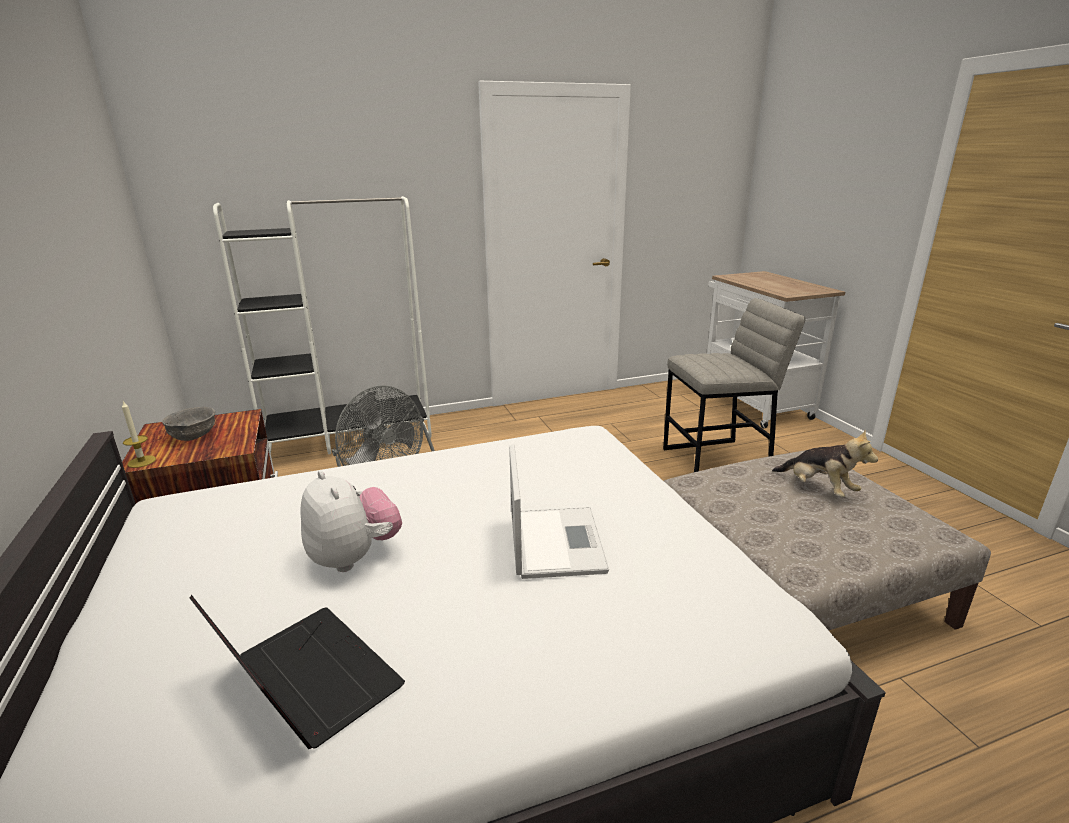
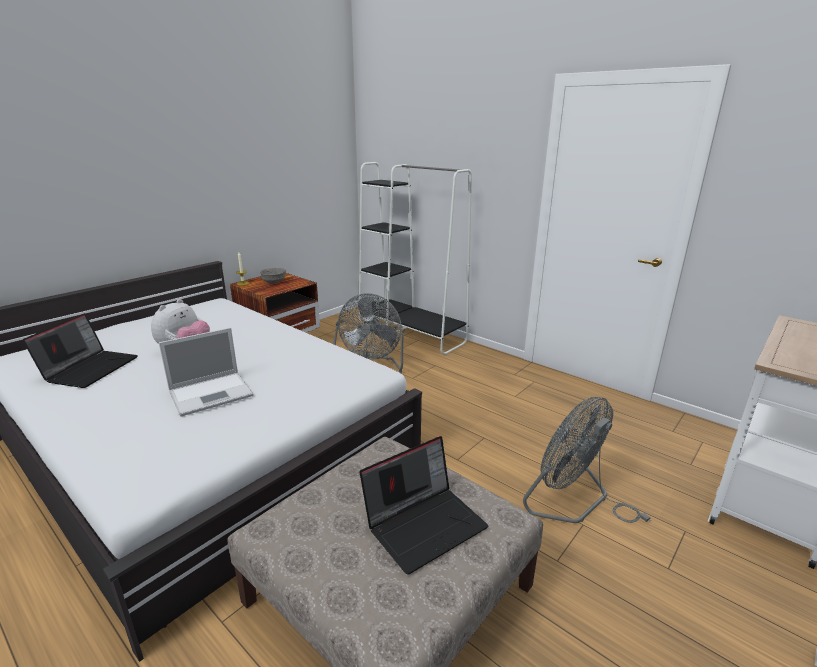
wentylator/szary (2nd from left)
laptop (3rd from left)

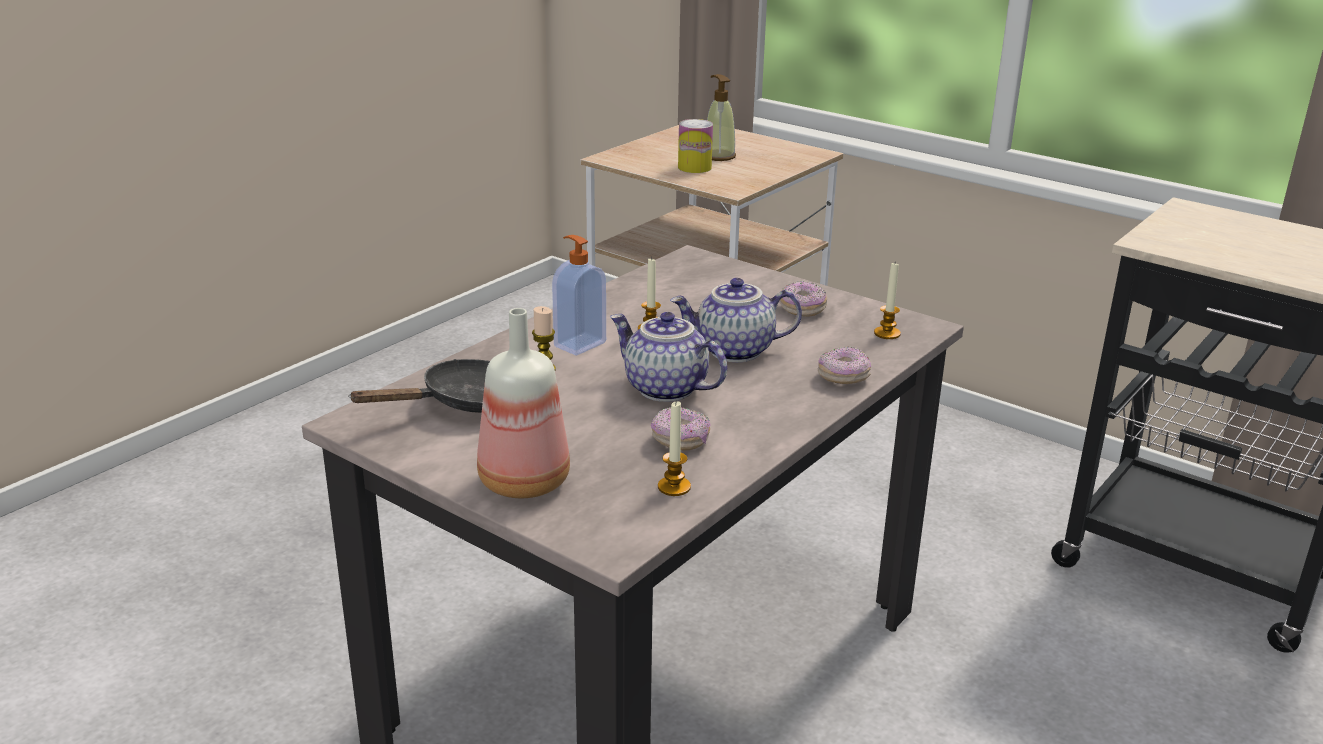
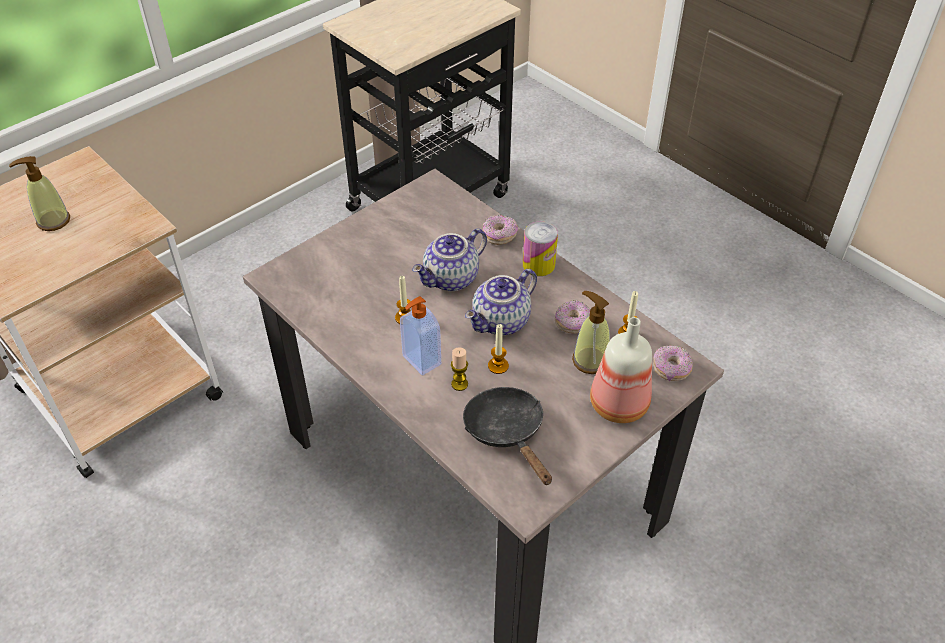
imbryk (1st from left)
puszka
donut (3rd from left)
świeca (3rd from left)
dozownik mydła (3rd from left)

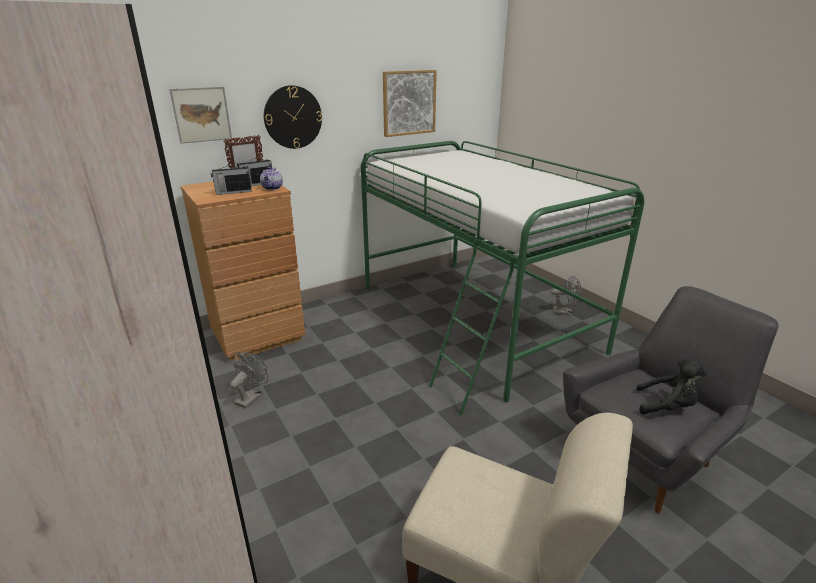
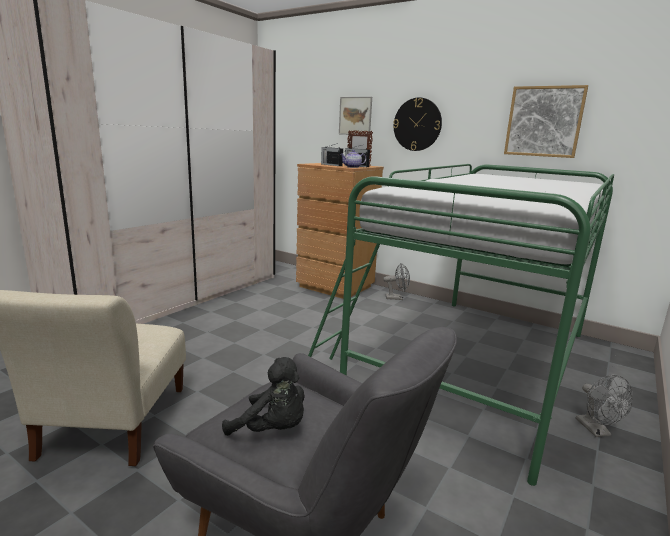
wentylator/szary (1st from left)
pluszak/czarny

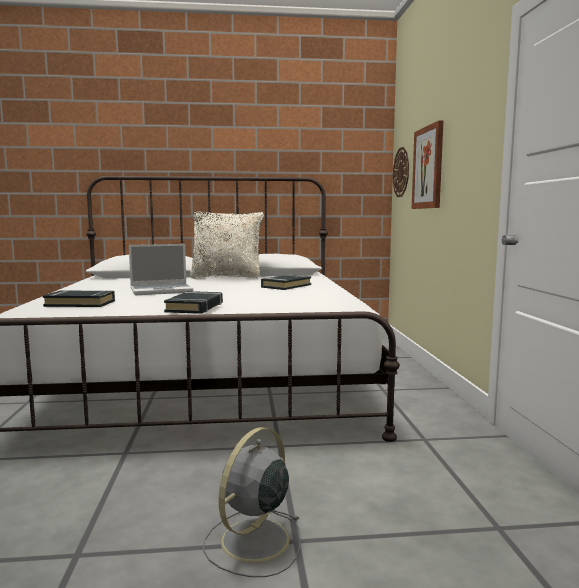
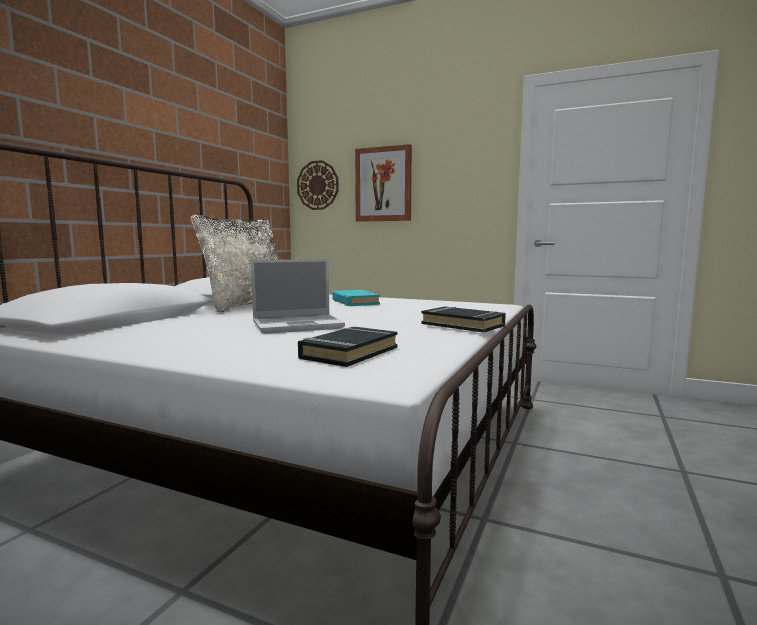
laptop
wentylator/szary
książka/turkusowy

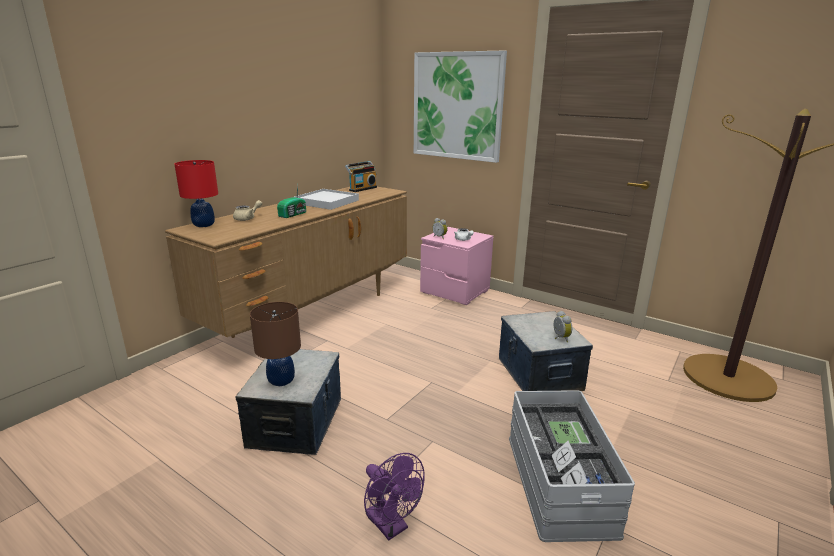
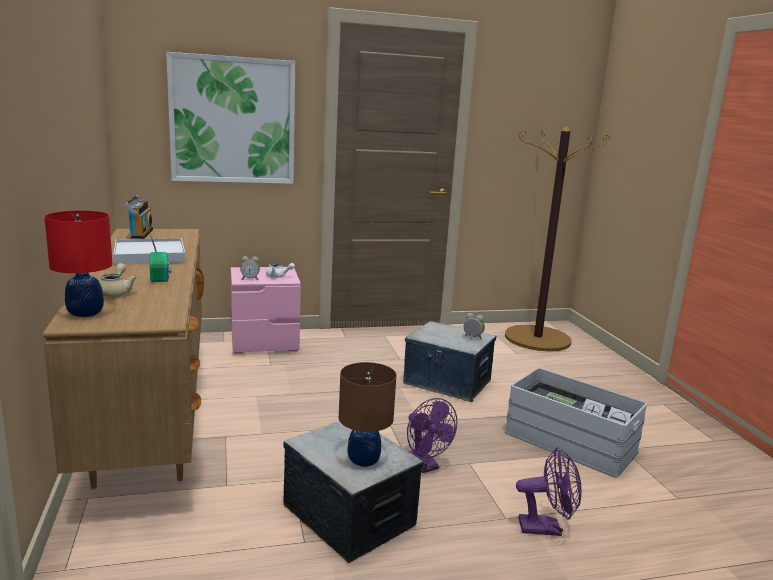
wentylator/fioletowy (1st from left)

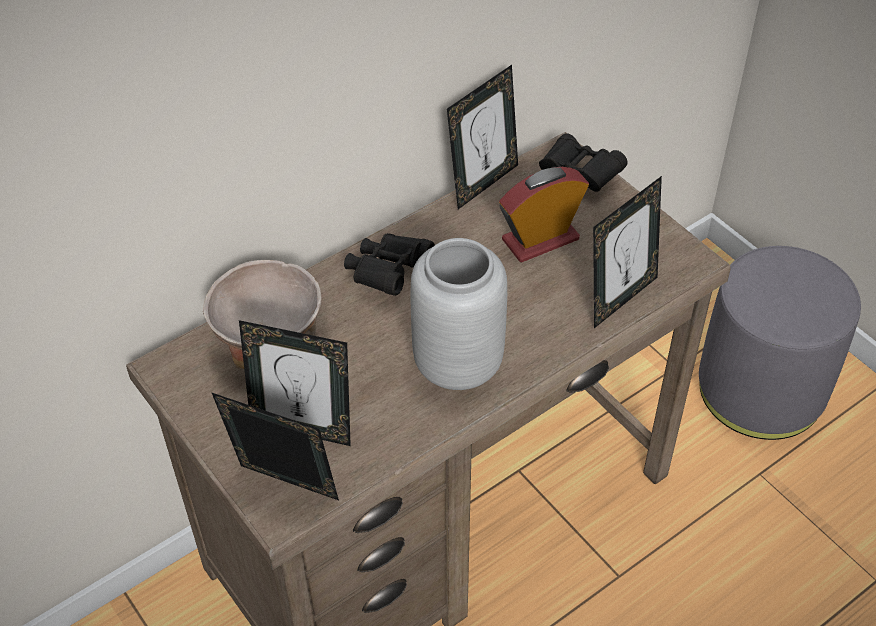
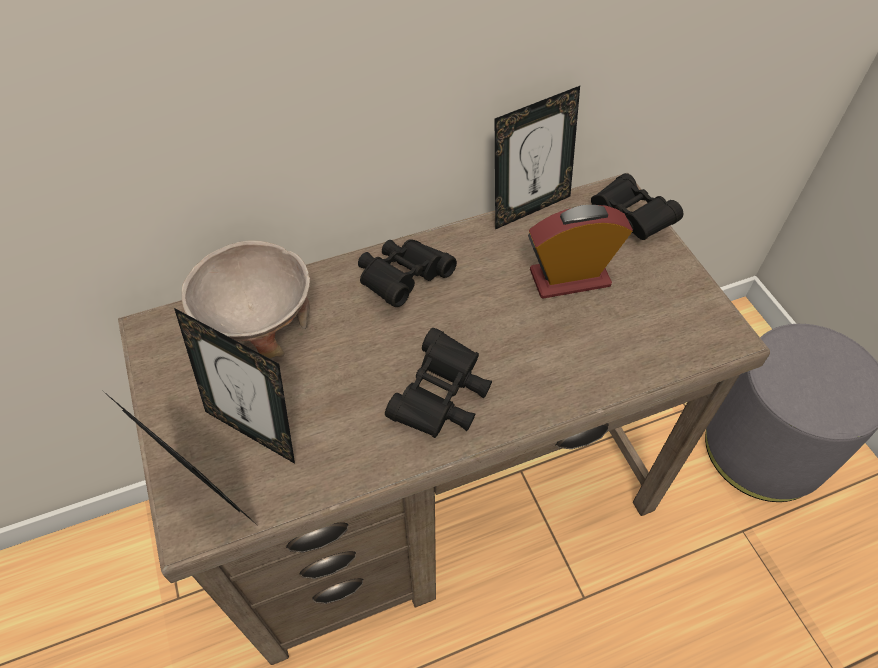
lornetka/czarny (2nd from left)
ramka na zdjęcie (4th from left in the first image)

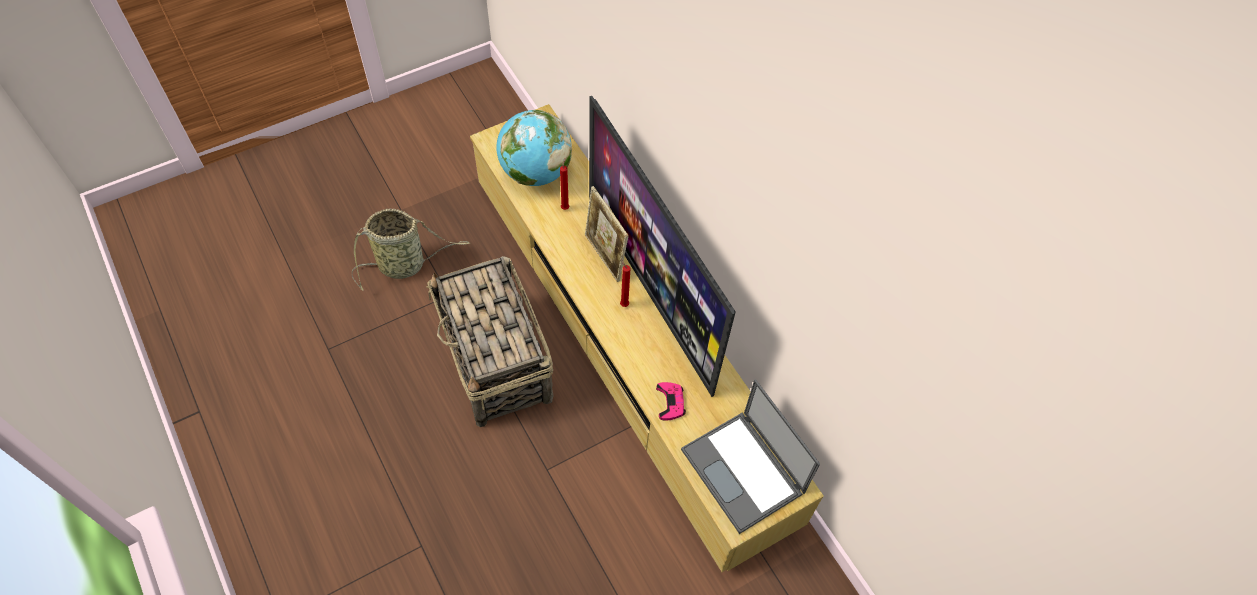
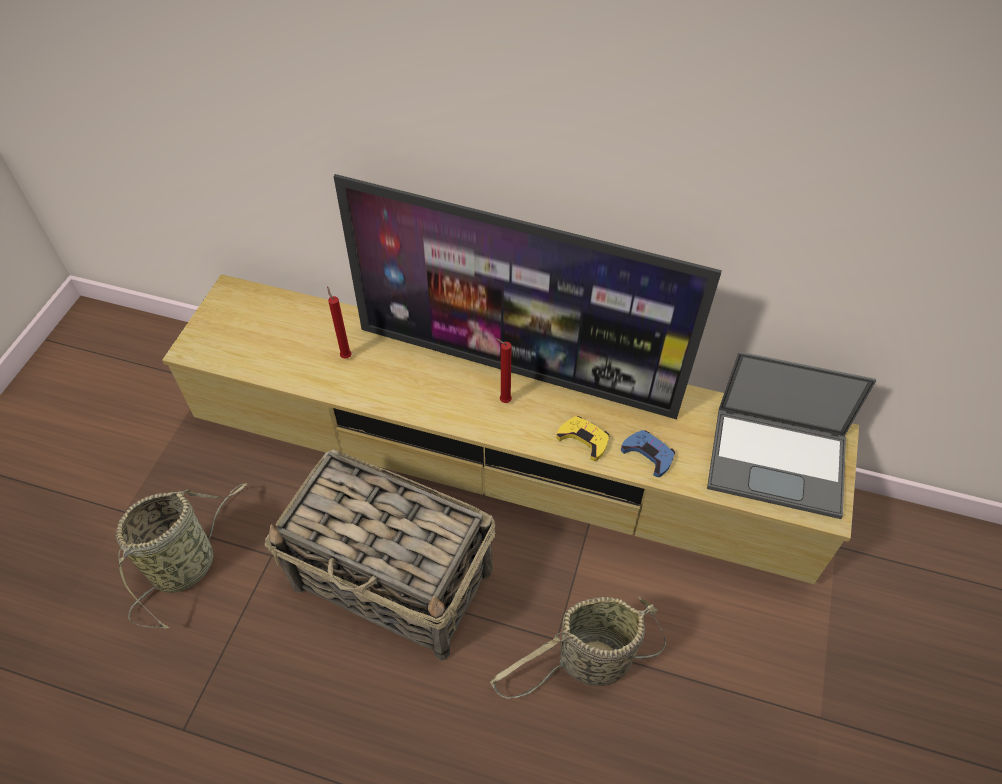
globus
ramka na zdjęcie
pad do gier/niebieski
koszyk (3rd from left)
pad do gier/żółty

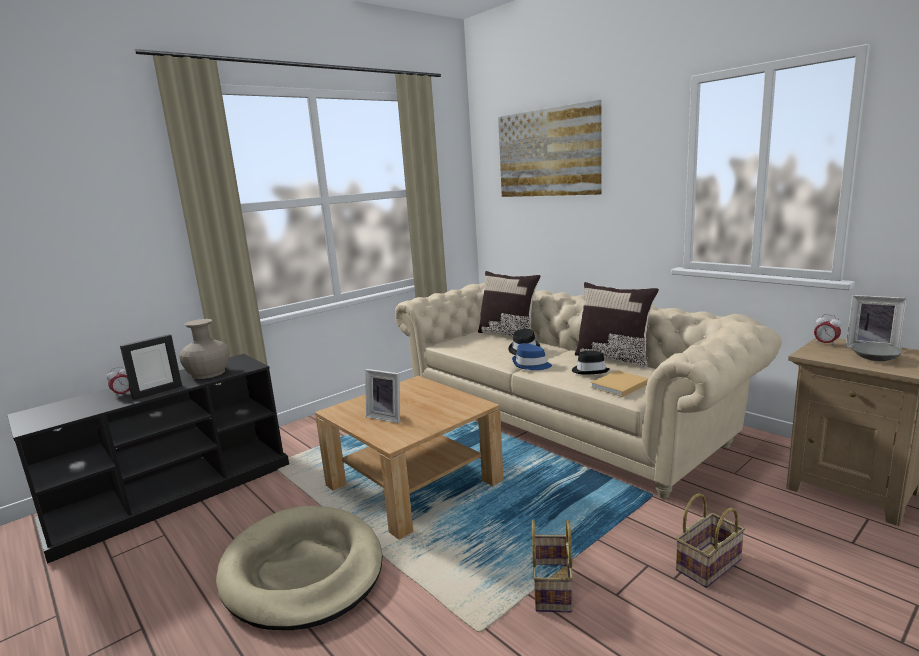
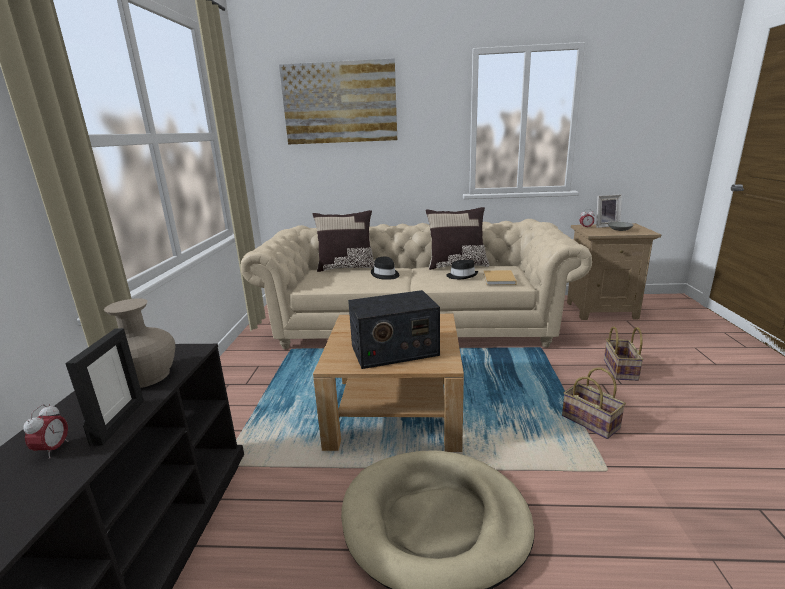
radio
kapelusz/niebieski

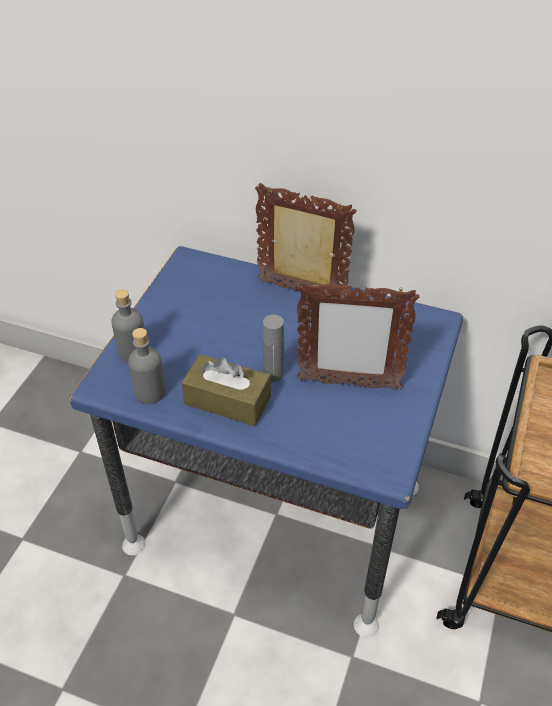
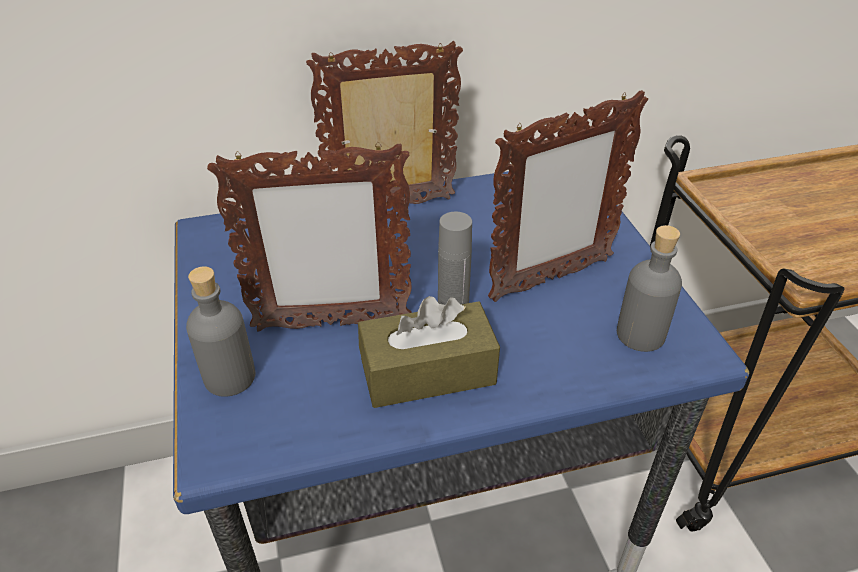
butelka/szary (3rd from left)
ramka na zdjęcie (1st from left)

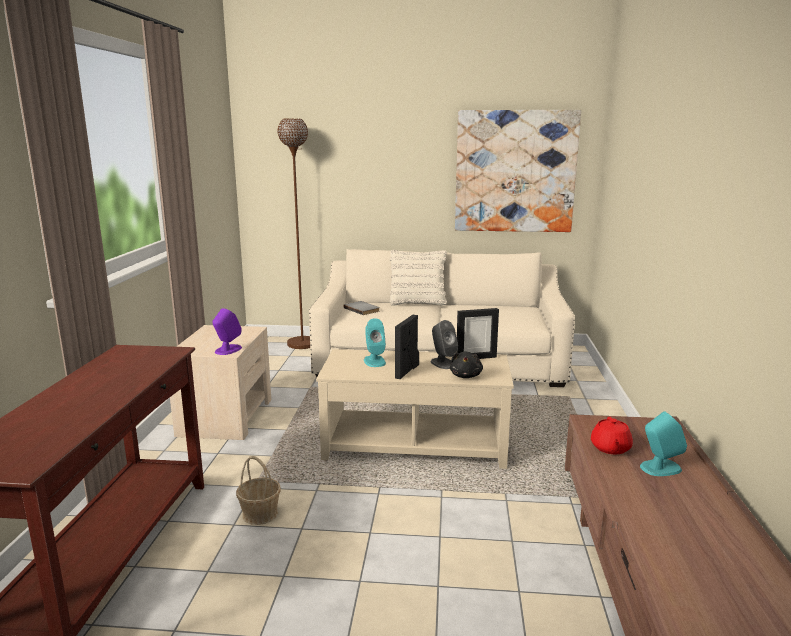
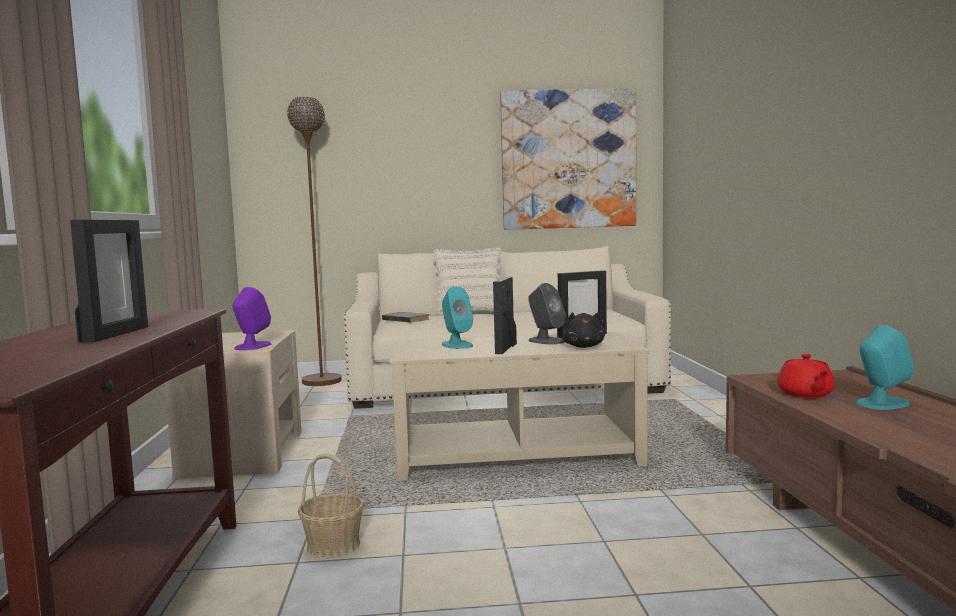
ramka na zdjęcie (1st from left)

